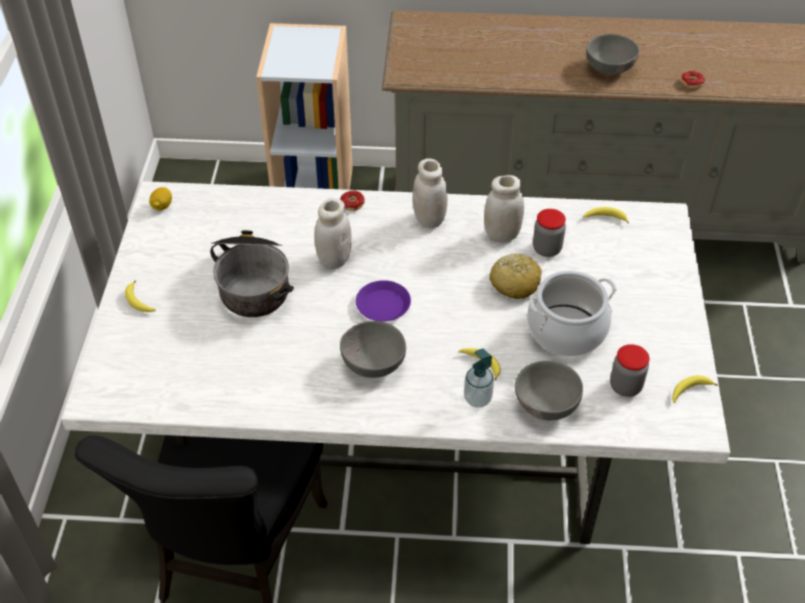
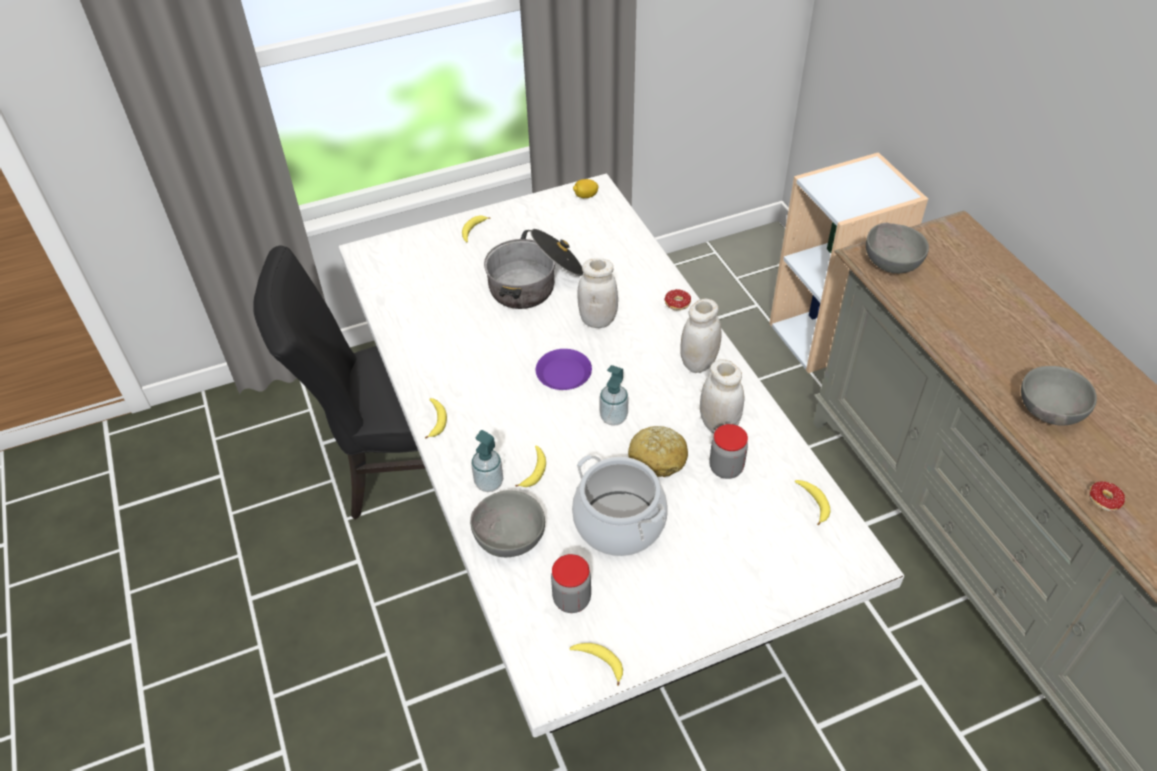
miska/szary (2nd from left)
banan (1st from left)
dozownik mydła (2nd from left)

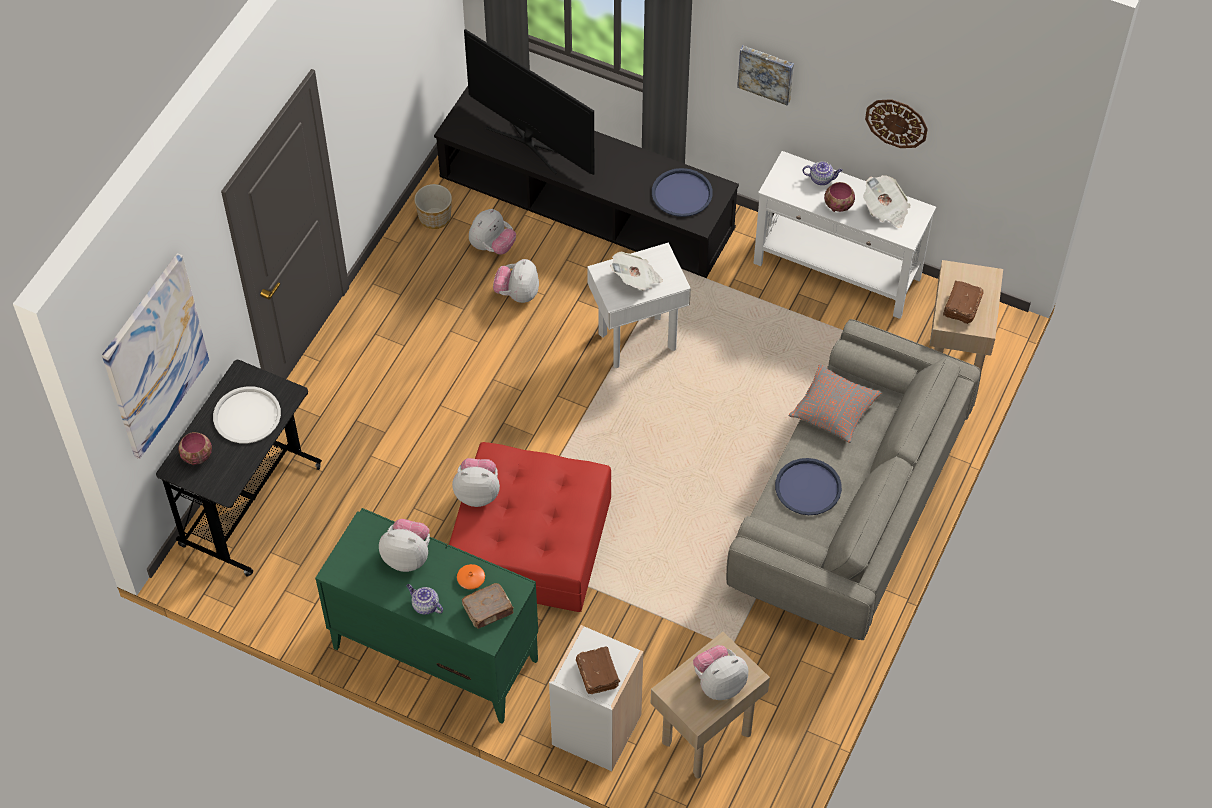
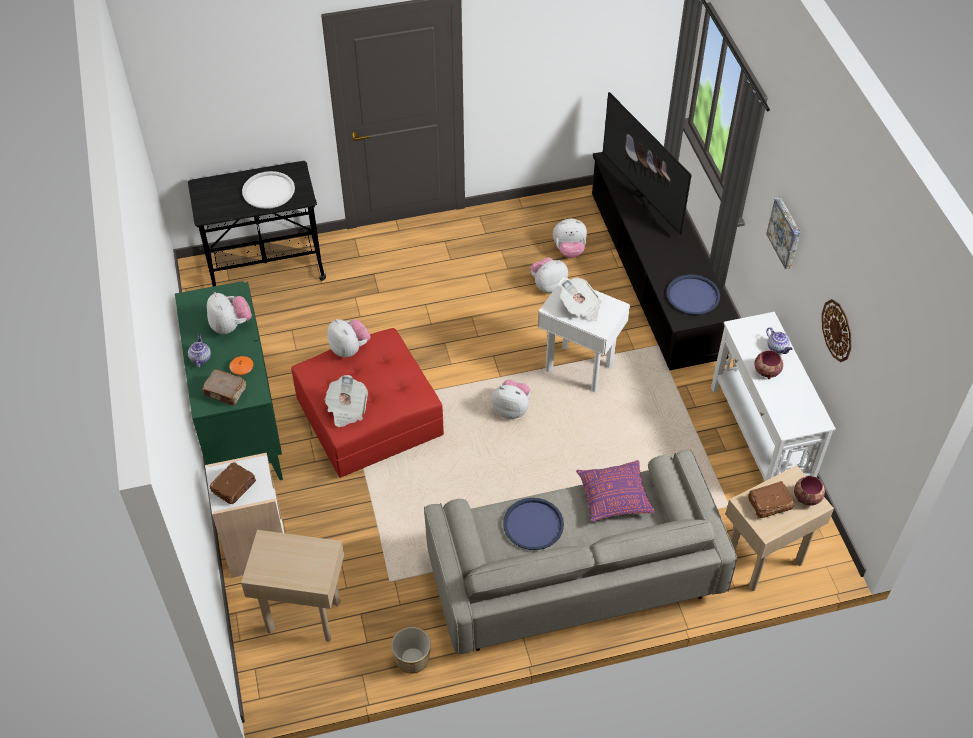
obraz (1st from left in the first image)
miska (2nd from left)
donica
telewizor
pluszak (3rd from left)
poduszka/fioletowy
gazeta (1st from left)

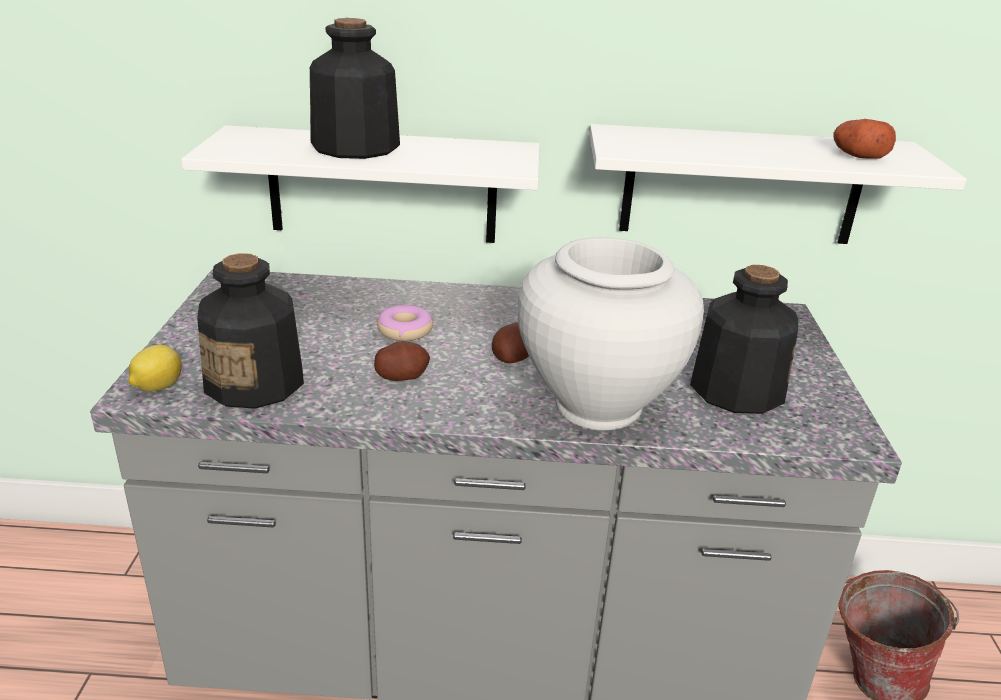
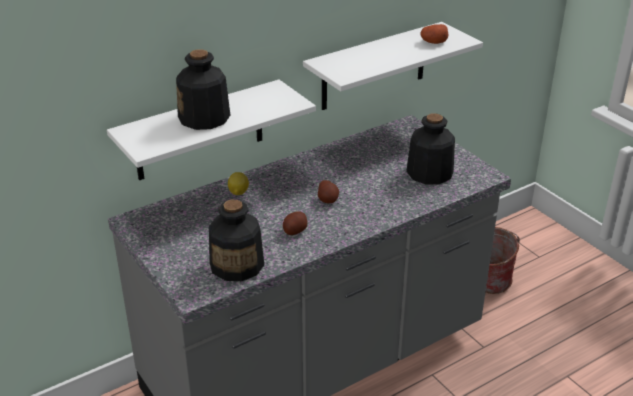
cytryna
donut
wazon/biały

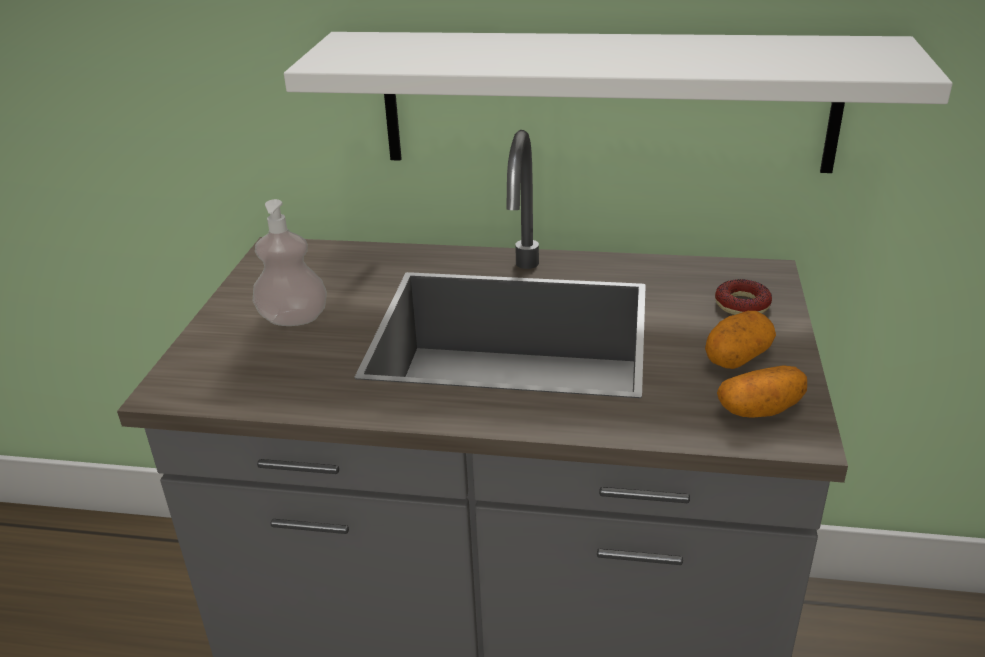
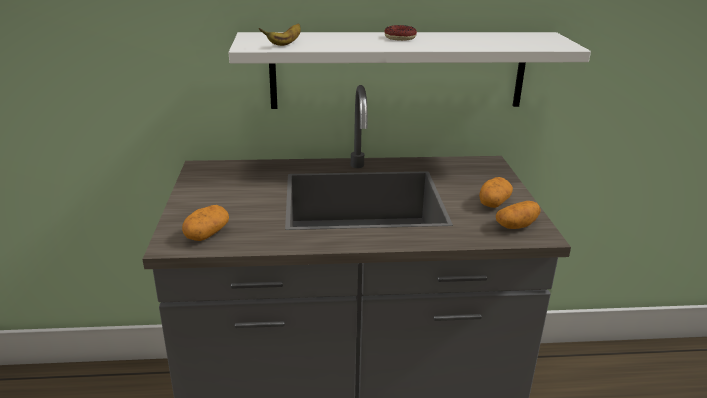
dozownik mydła
donut
ziemniak (1st from left)
banan

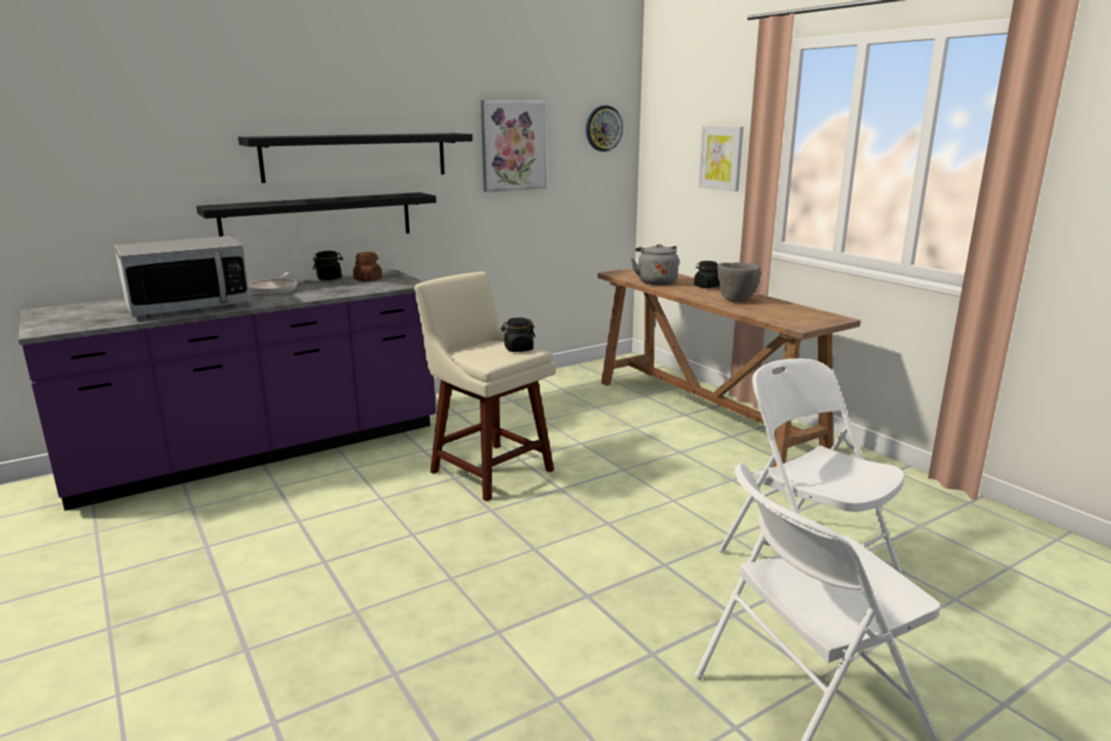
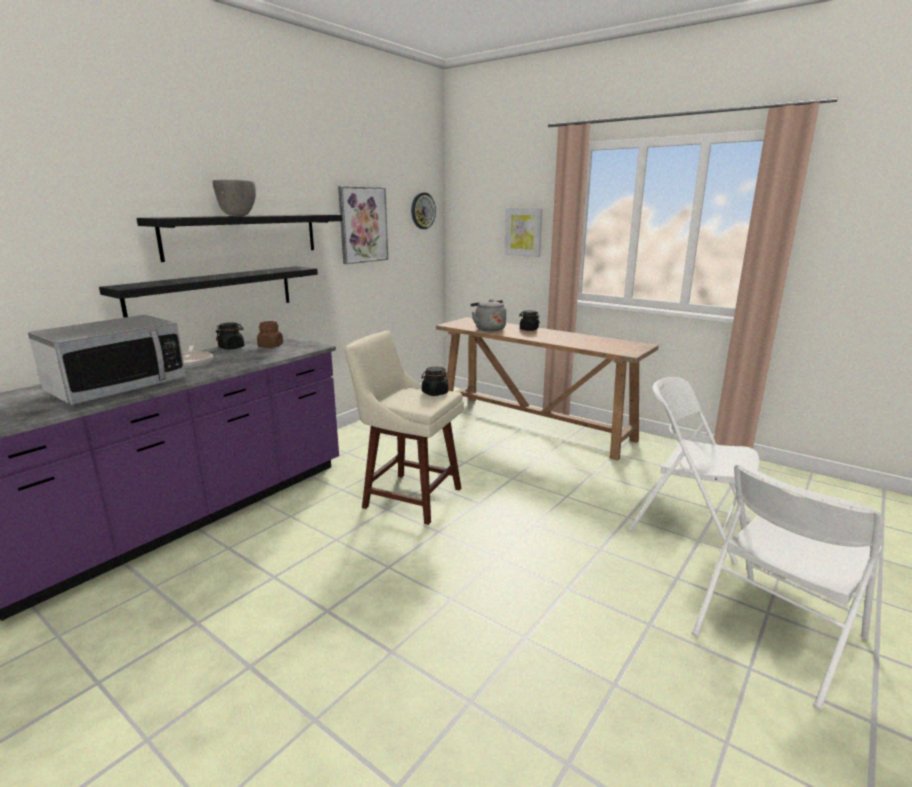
miska/szary

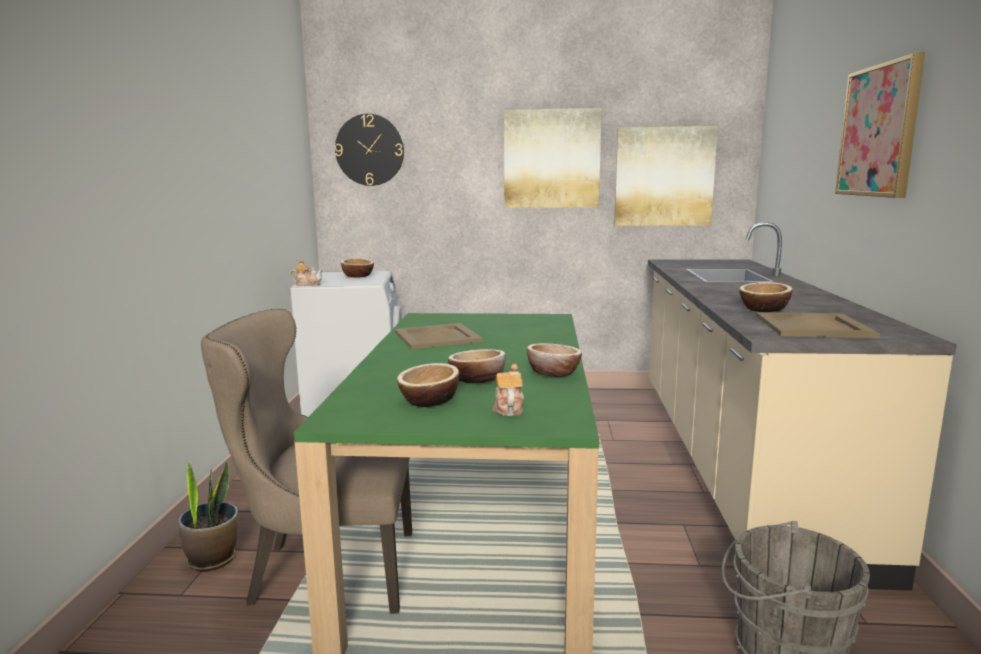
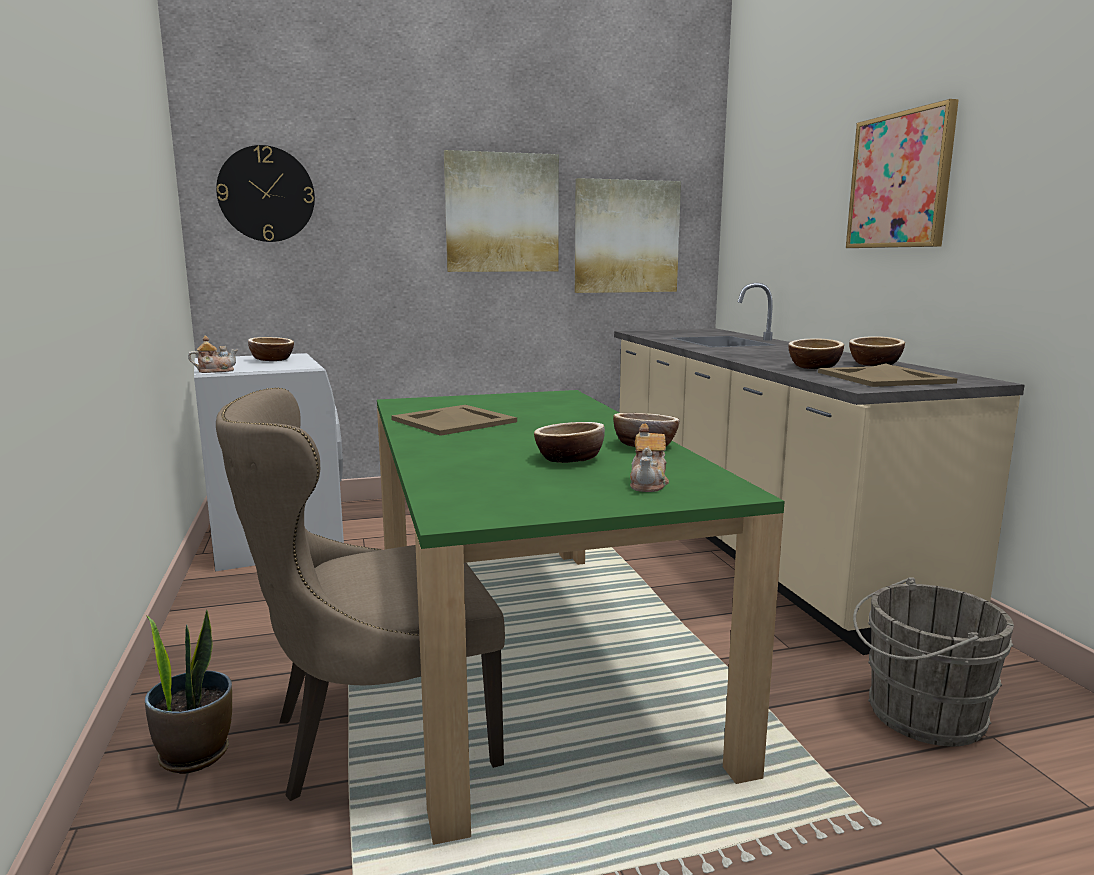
miska (5th from left)
imbryk (2nd from left)

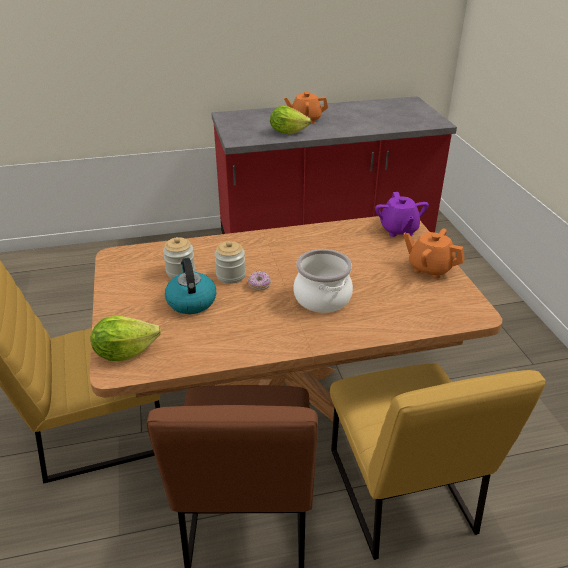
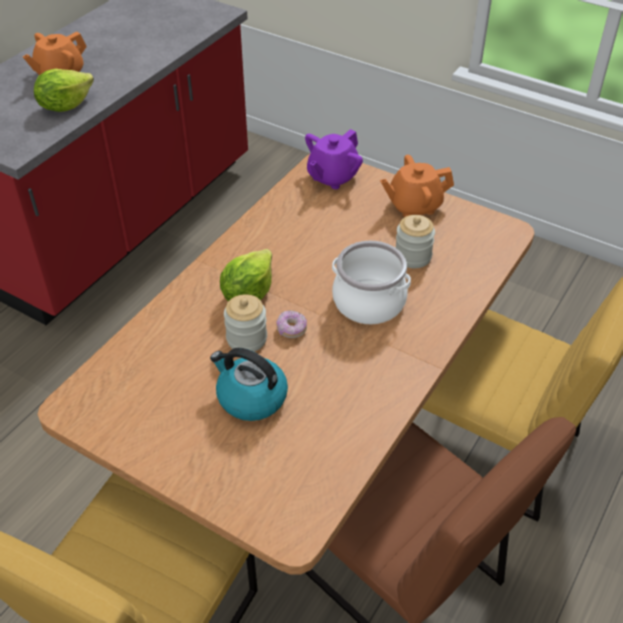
sałata (2nd from left)
słoik (2nd from left)
imbryk/fioletowy

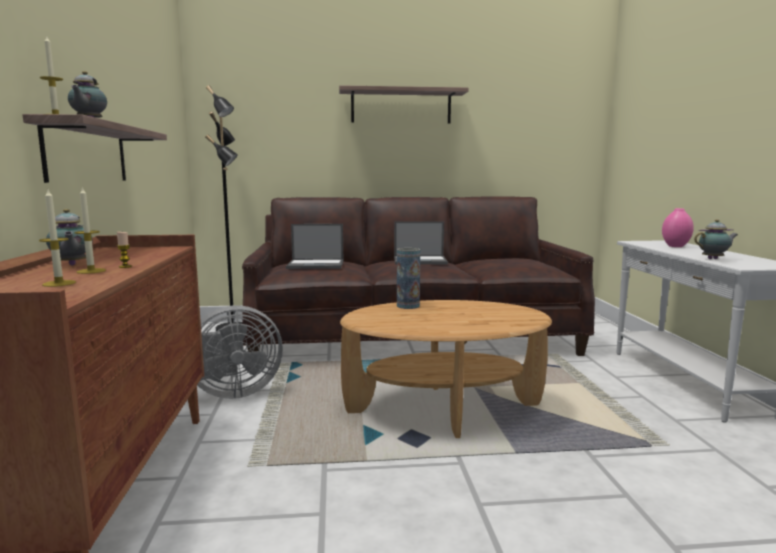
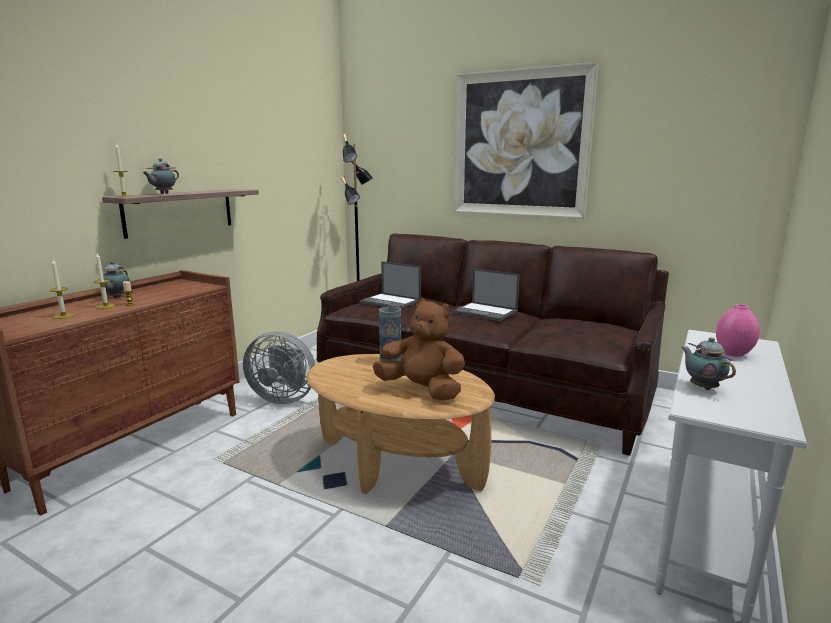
obraz
imbryk (3rd from left)
pluszak/brązowy

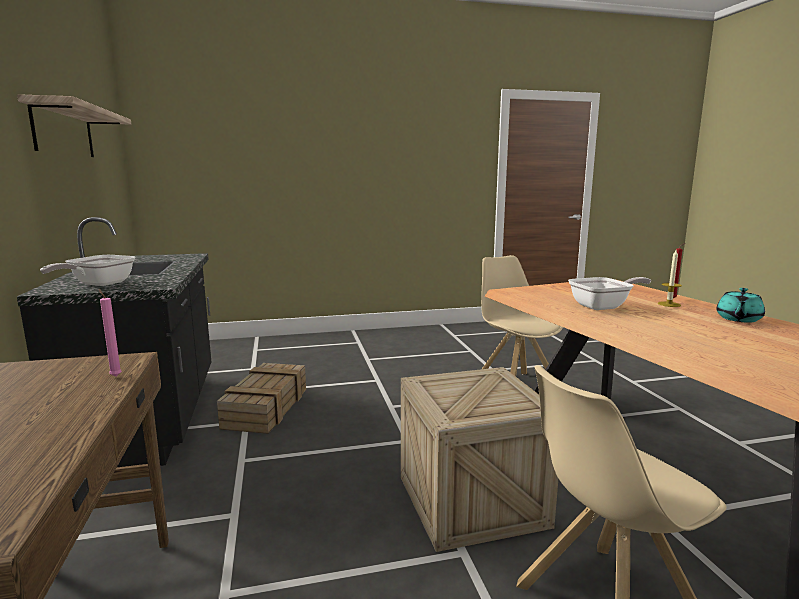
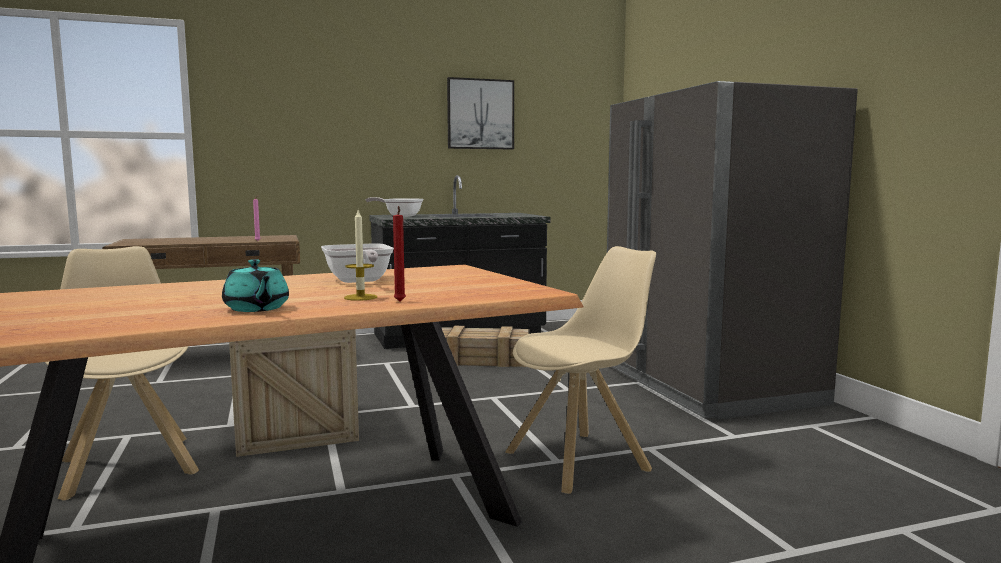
obraz
imbryk/turkusowy
lodówka/szary

